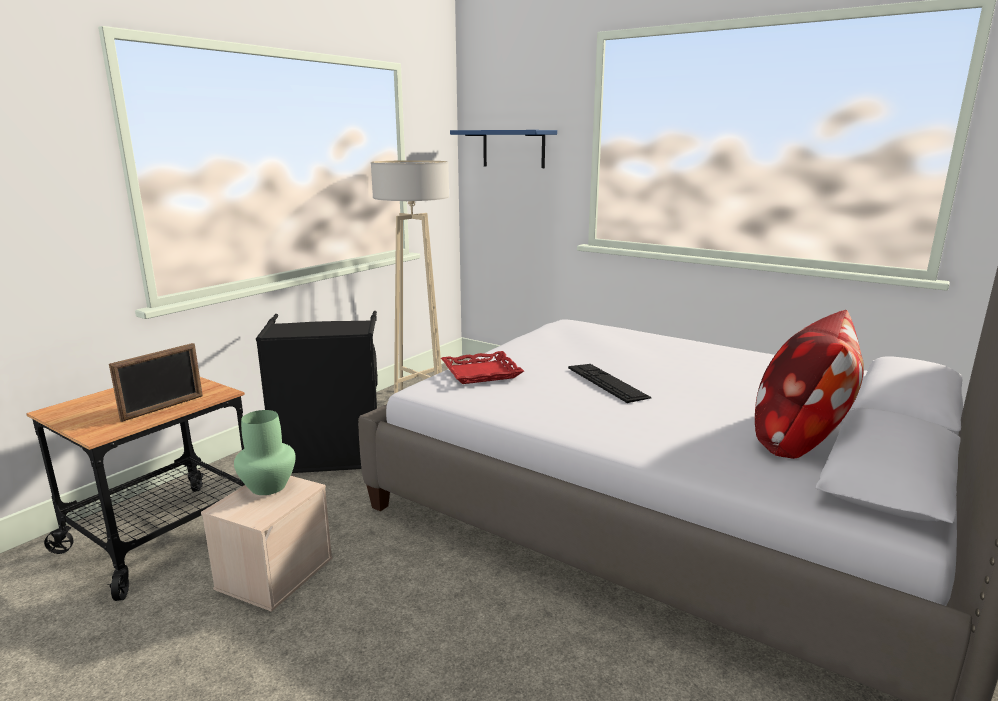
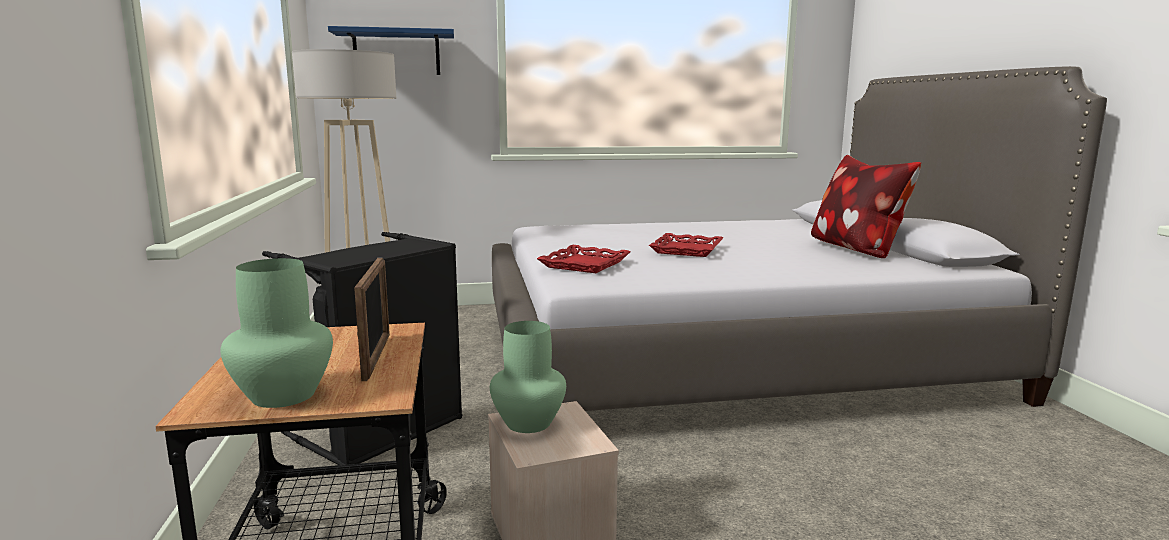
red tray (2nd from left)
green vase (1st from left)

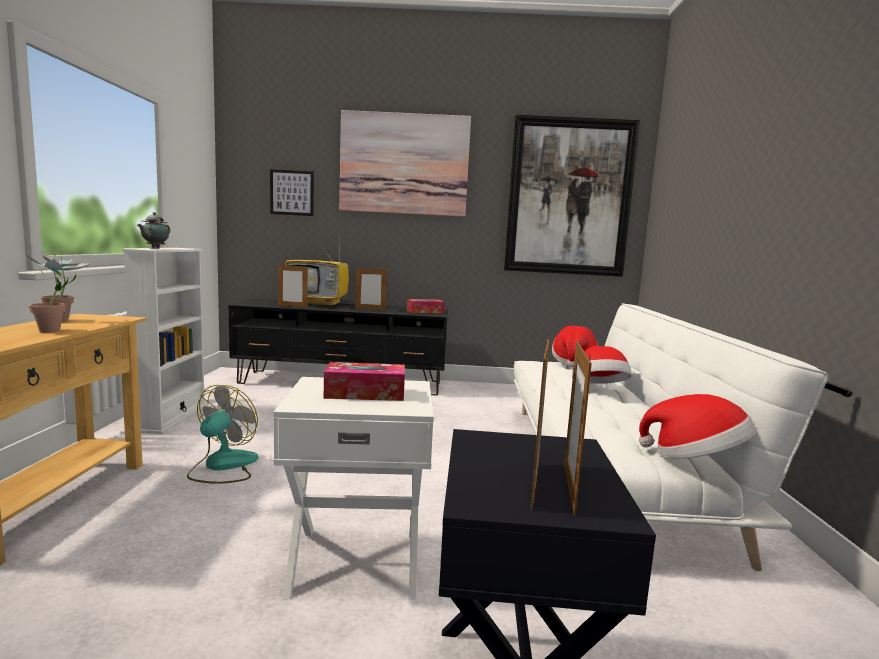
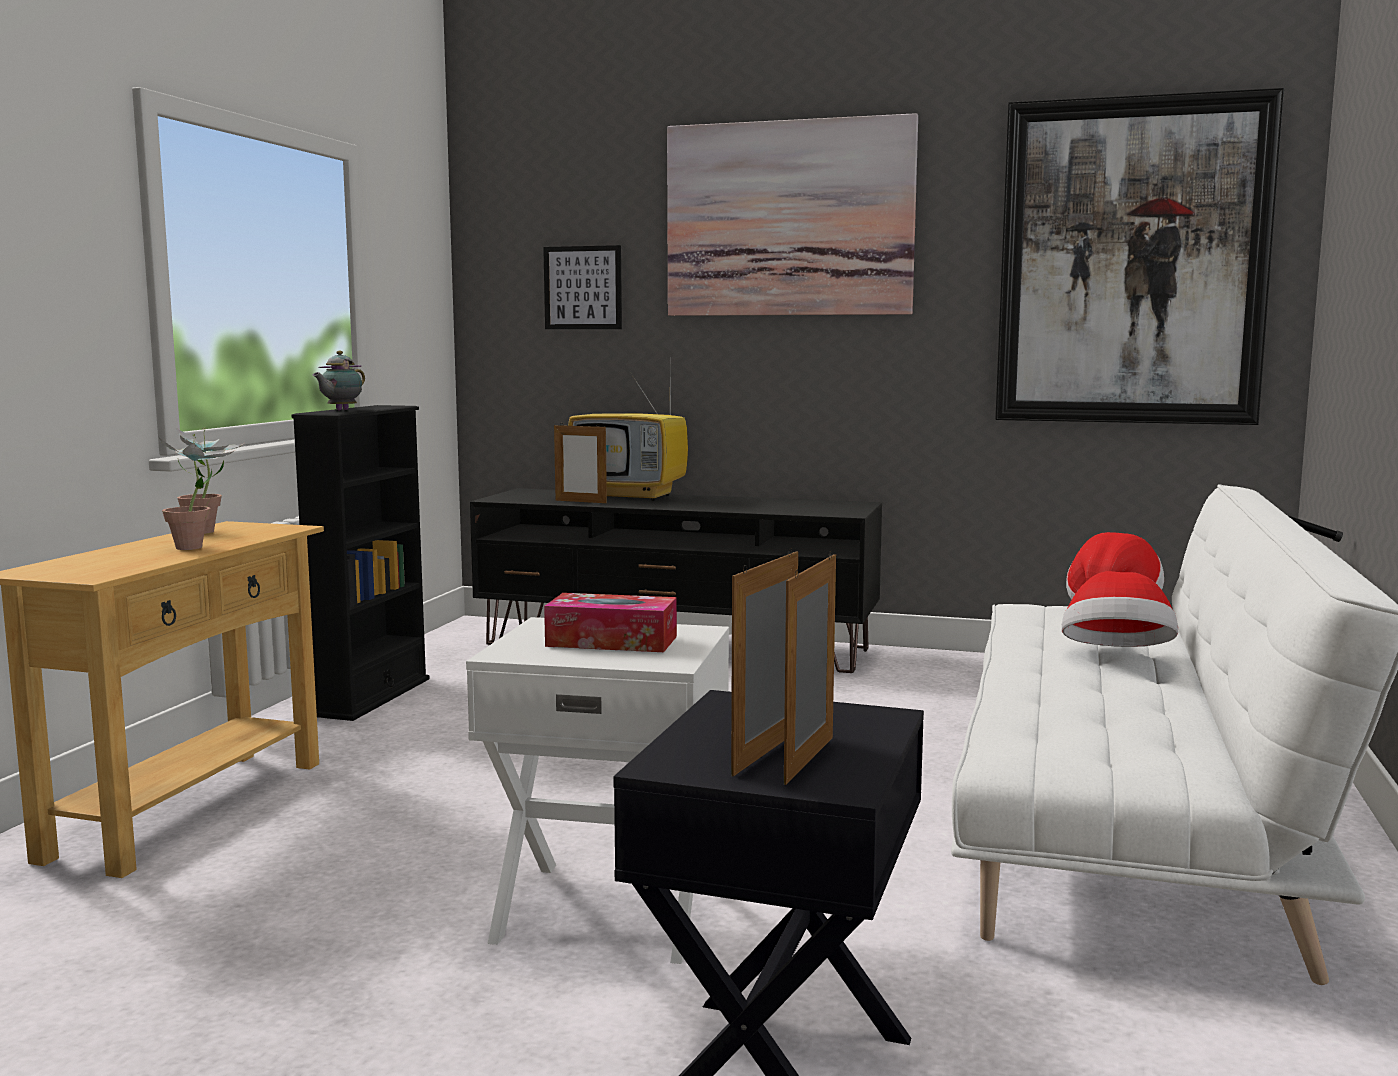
black bookcase
picture frame (2nd from left in the first image)
tissue box (2nd from left in the first image)
fan
hat (3rd from left in the first image)

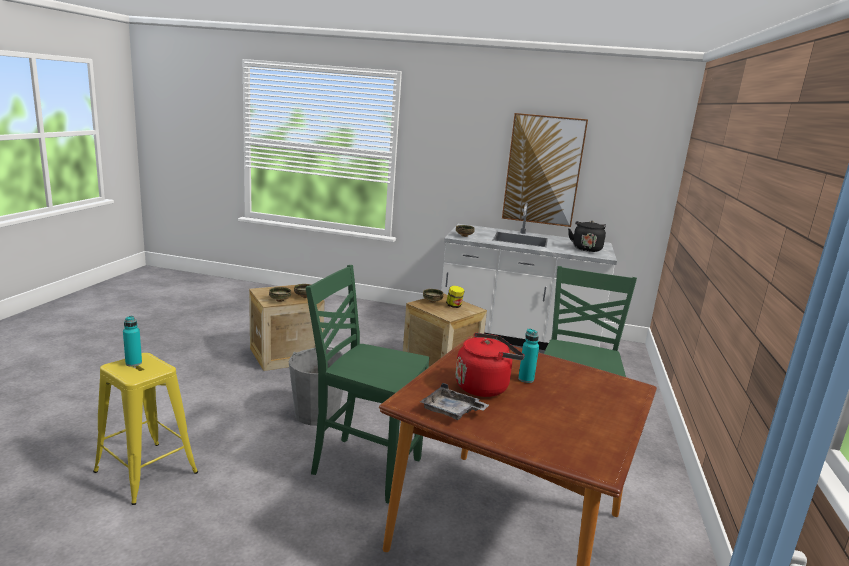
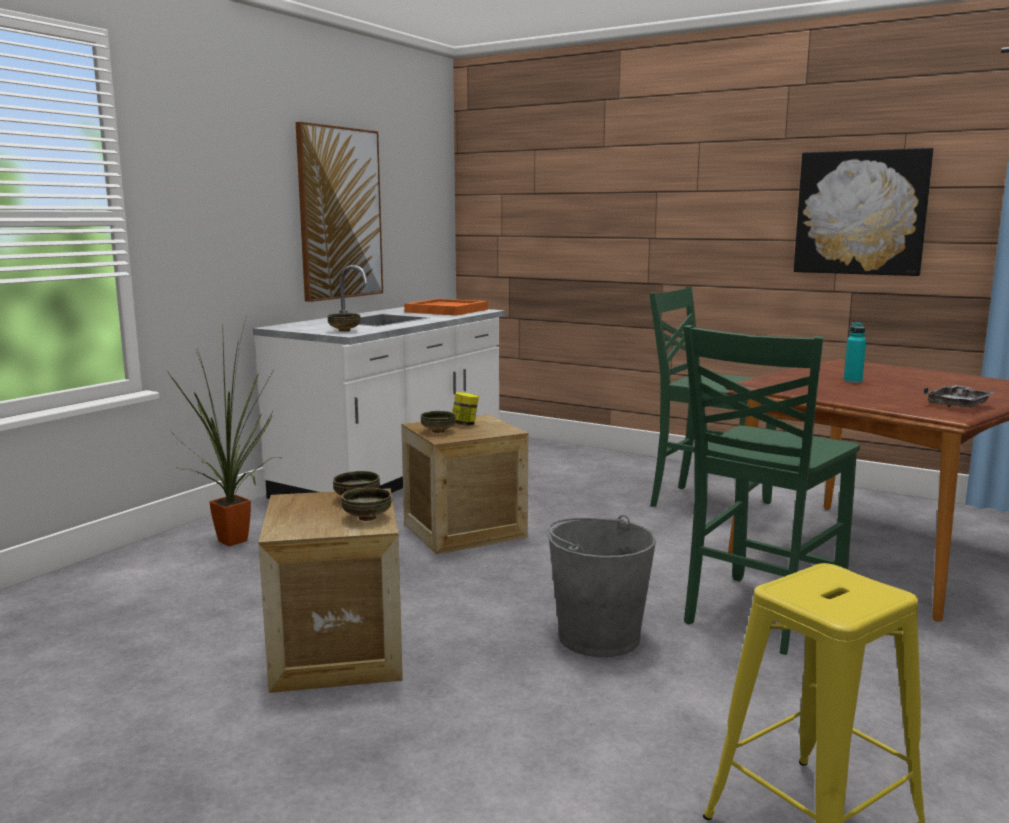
orange tray
turquoise bottle (1st from left in the first image)
red kettle
picture (2nd from left)
potted plant

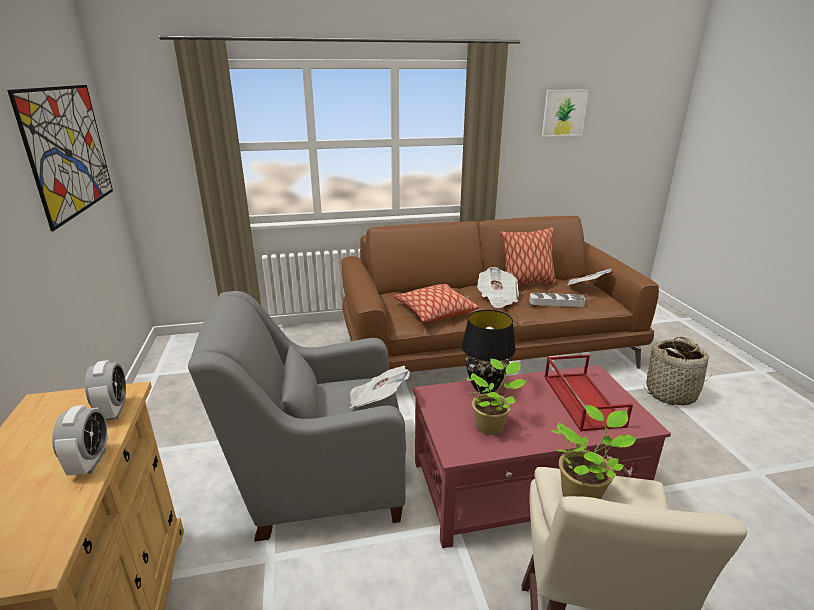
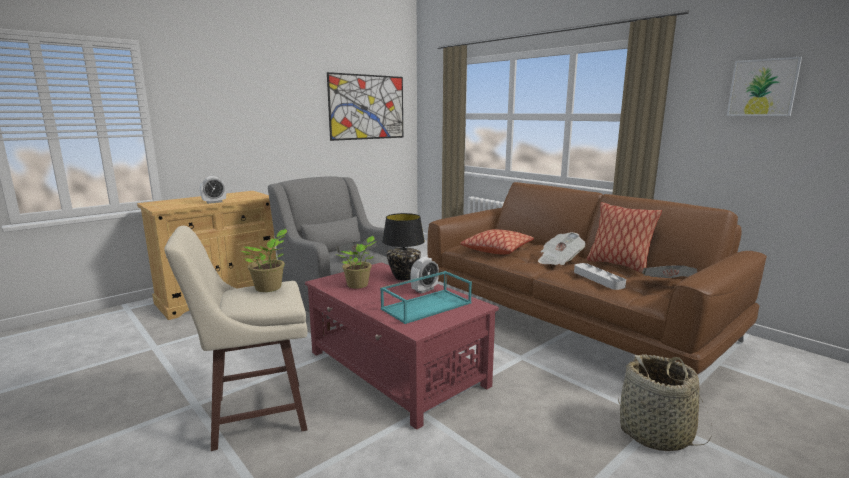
turquoise tray
alarm clock (2nd from left)

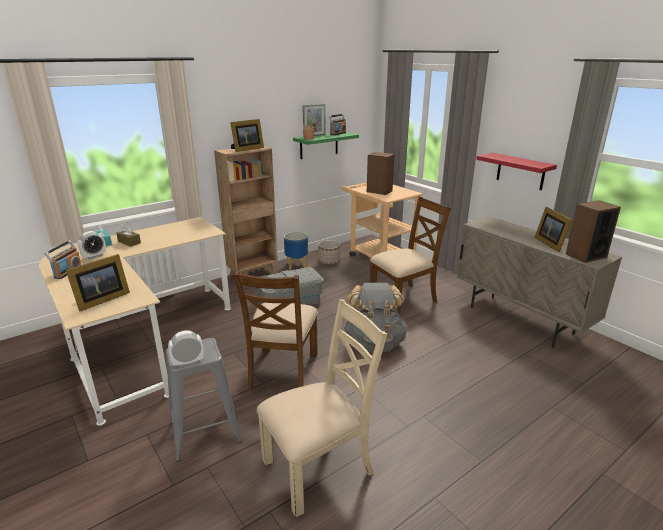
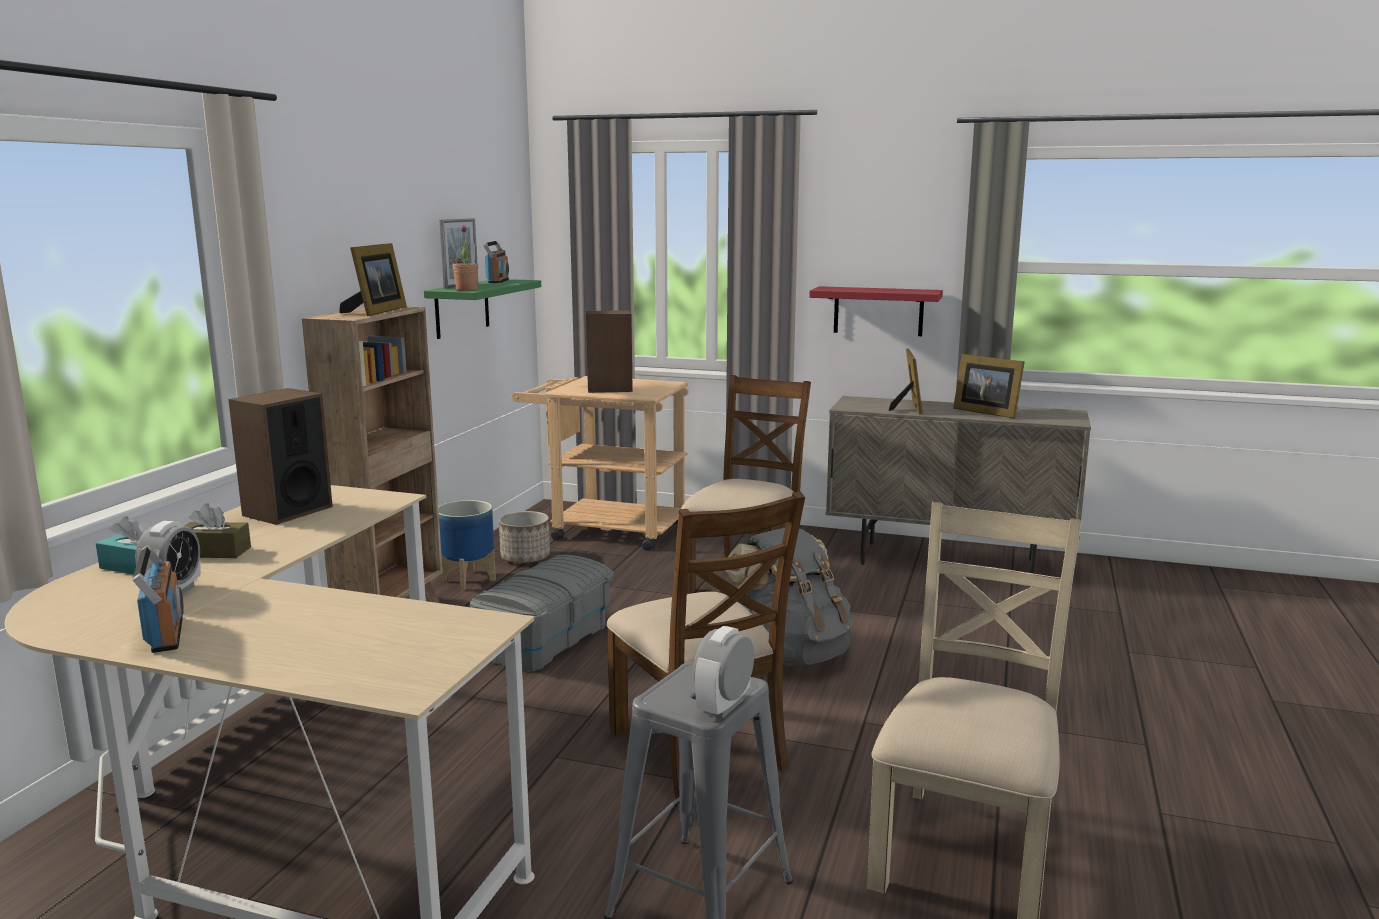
speaker (1st from left)
picture frame (3rd from left)

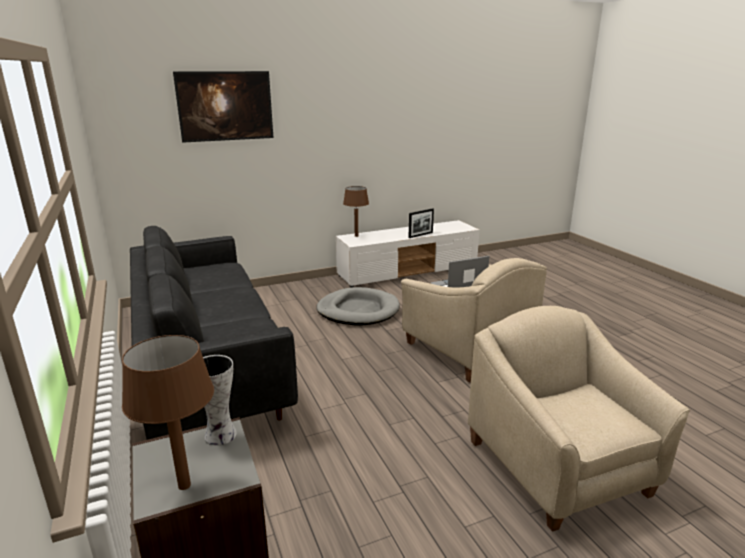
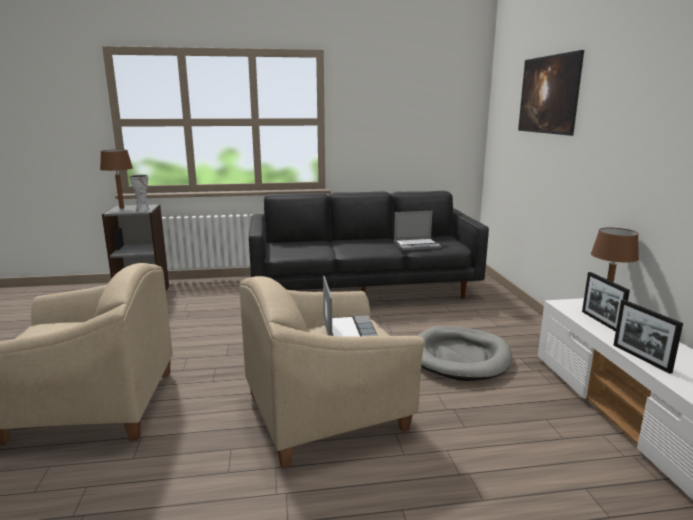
laptop (2nd from left)
picture frame (1st from left)

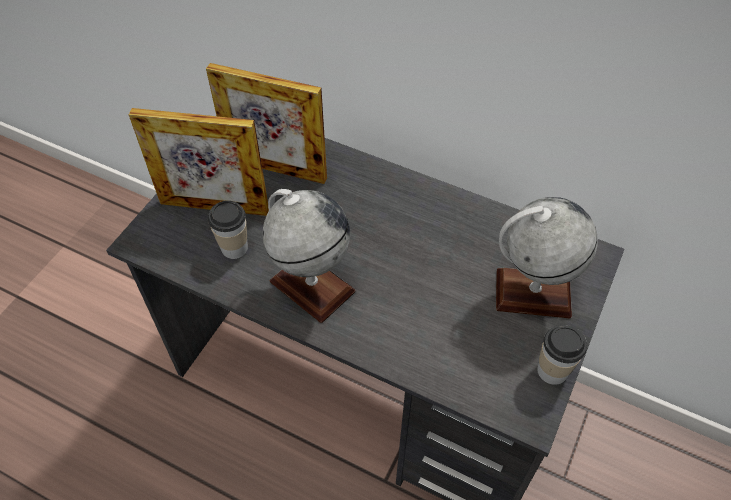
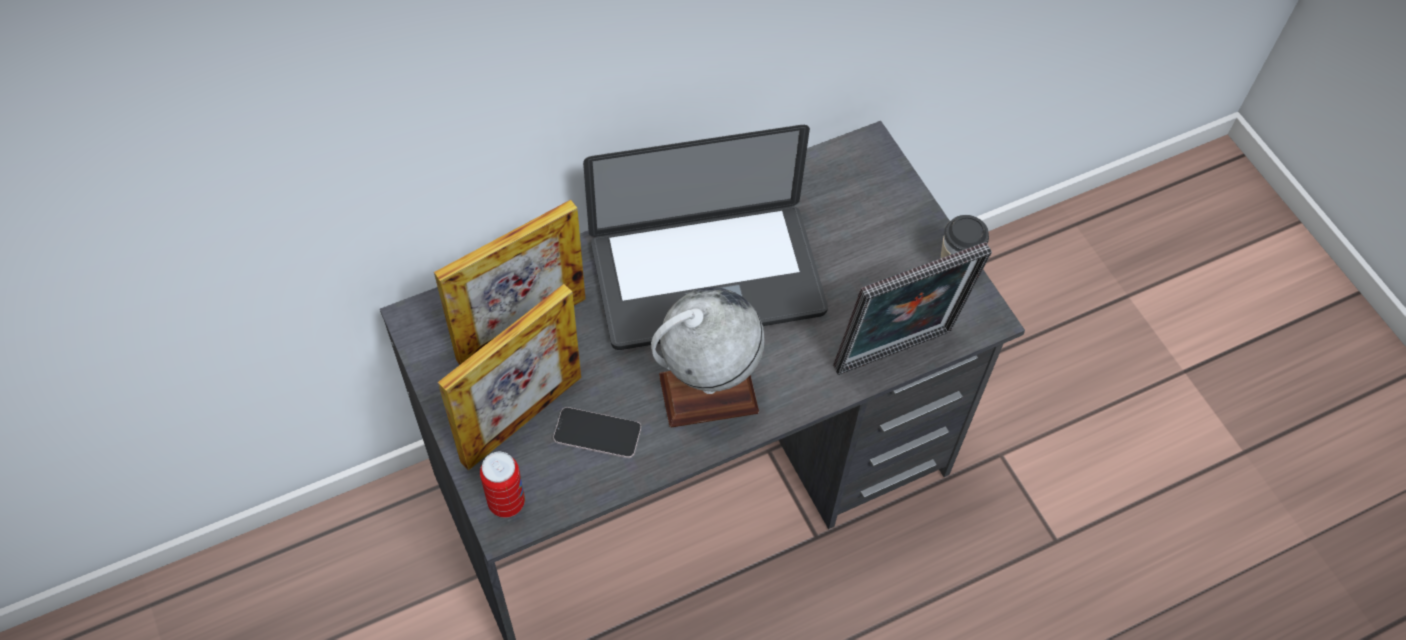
globe (2nd from left in the first image)
phone
laptop
picture frame (3rd from left)
can

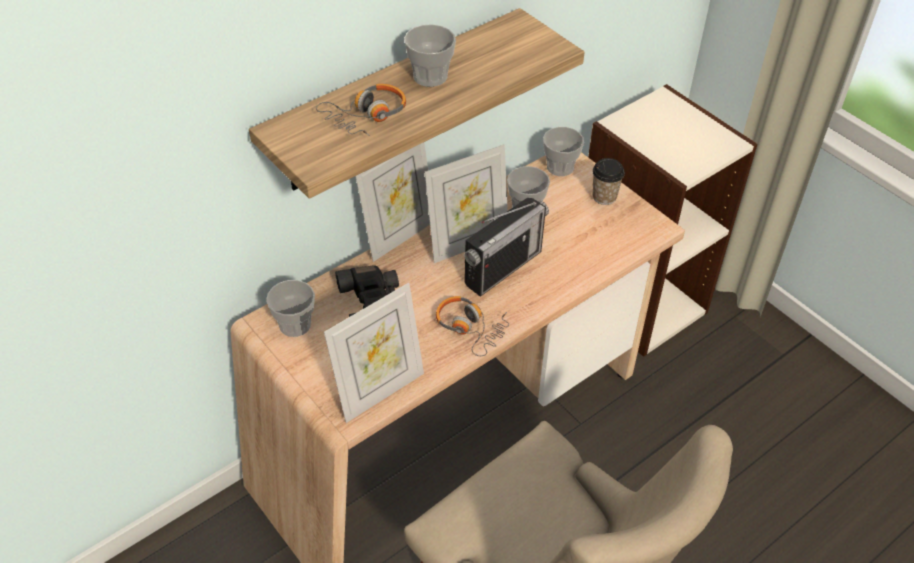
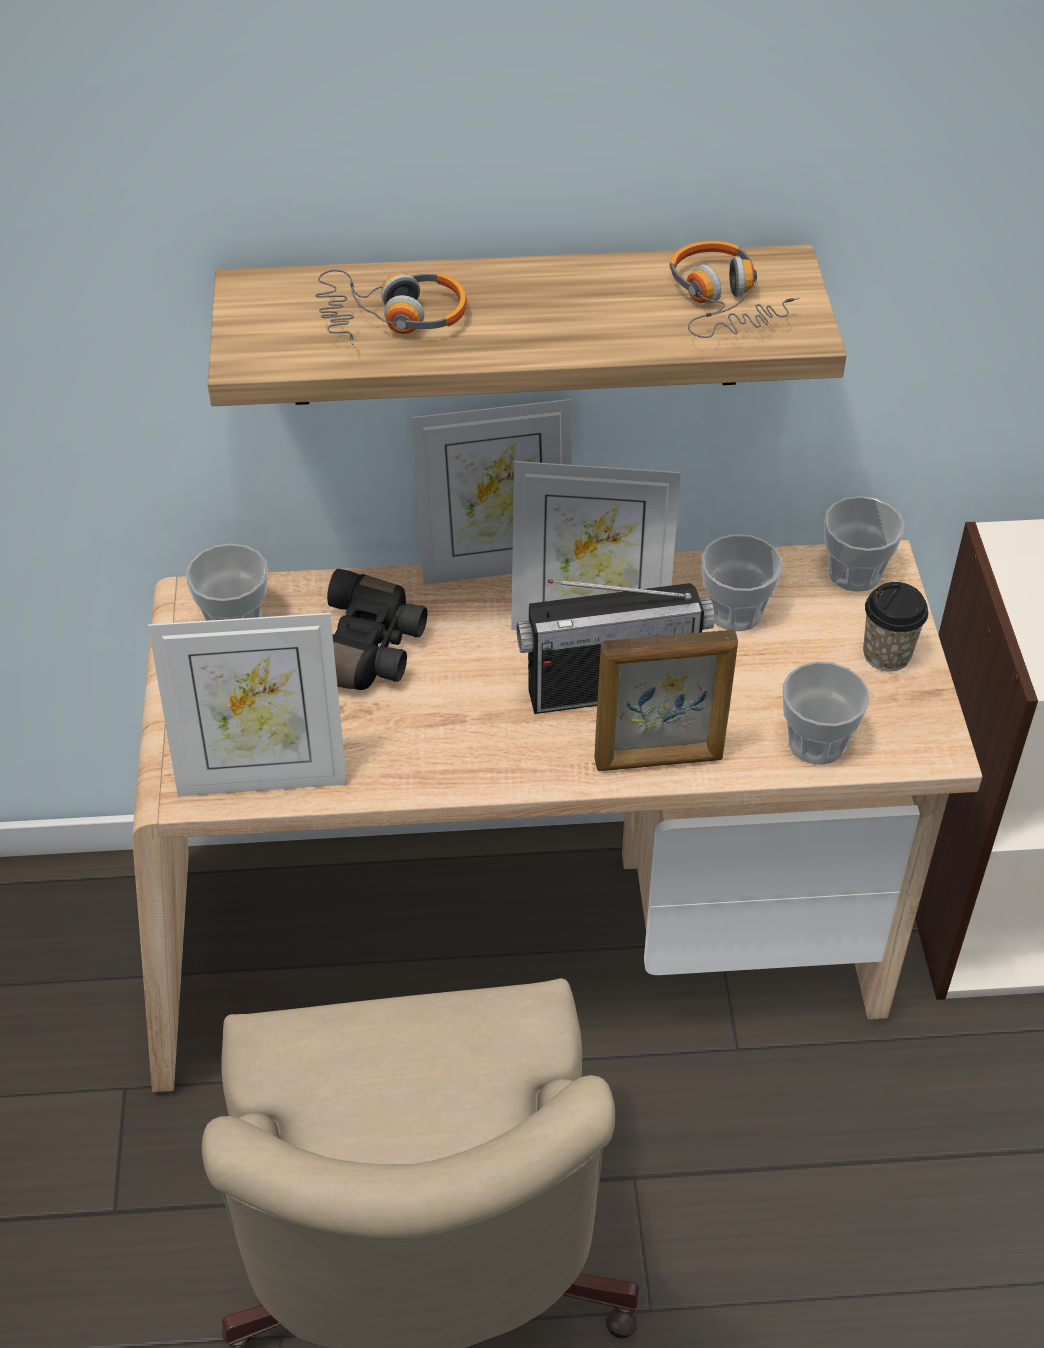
cup (3rd from left)
headphones (2nd from left)
picture frame (4th from left)

